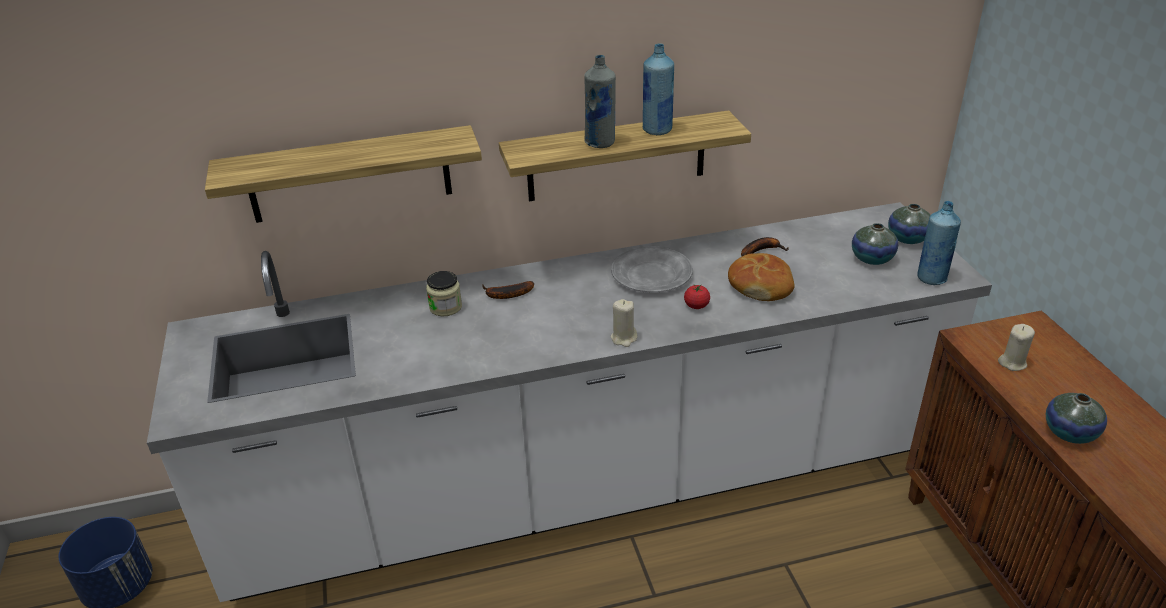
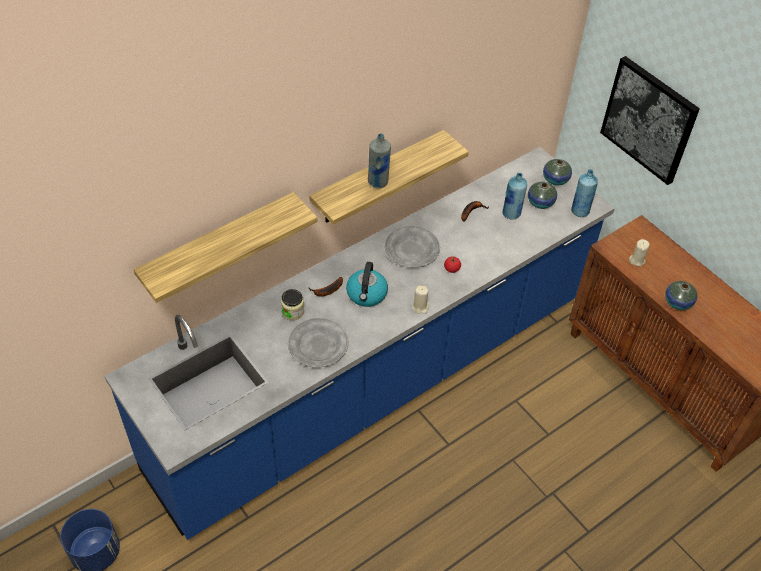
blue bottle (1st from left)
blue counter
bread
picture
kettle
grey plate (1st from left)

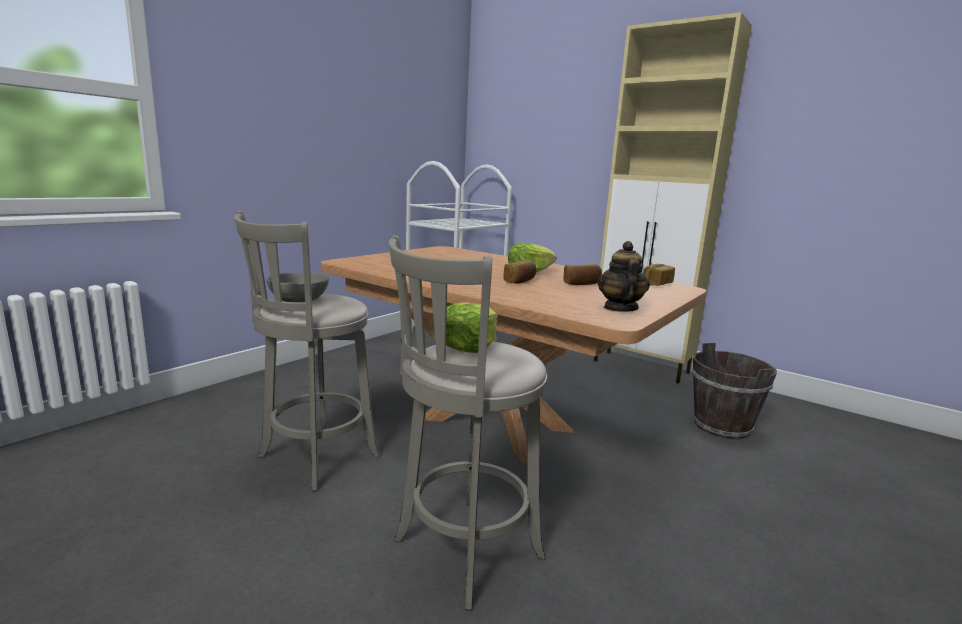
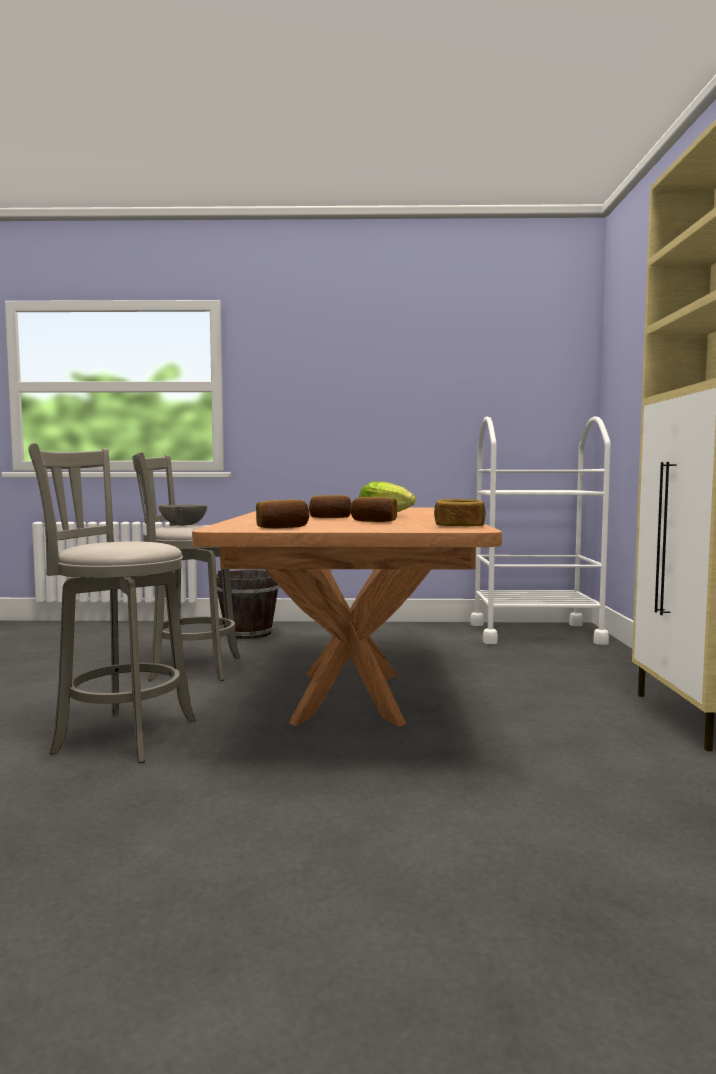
bread (1st from left)
lettuce (1st from left in the first image)
brown bucket

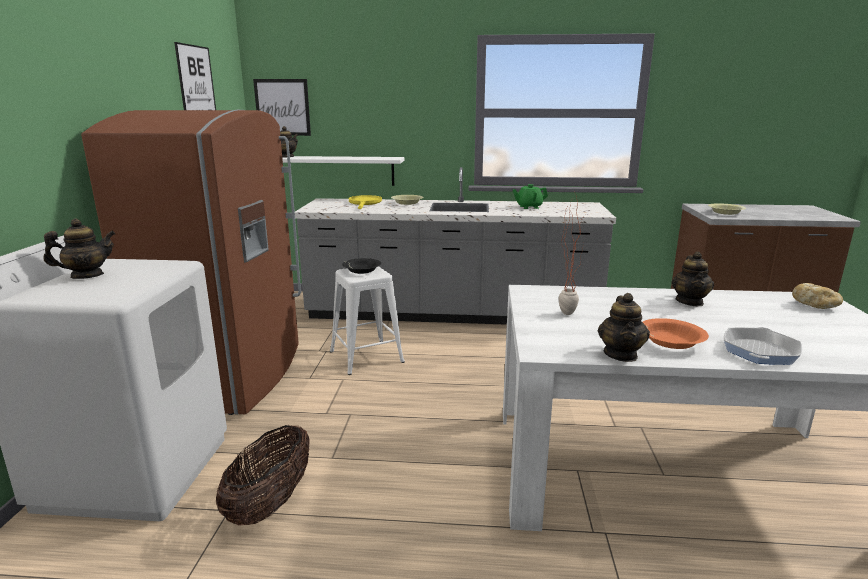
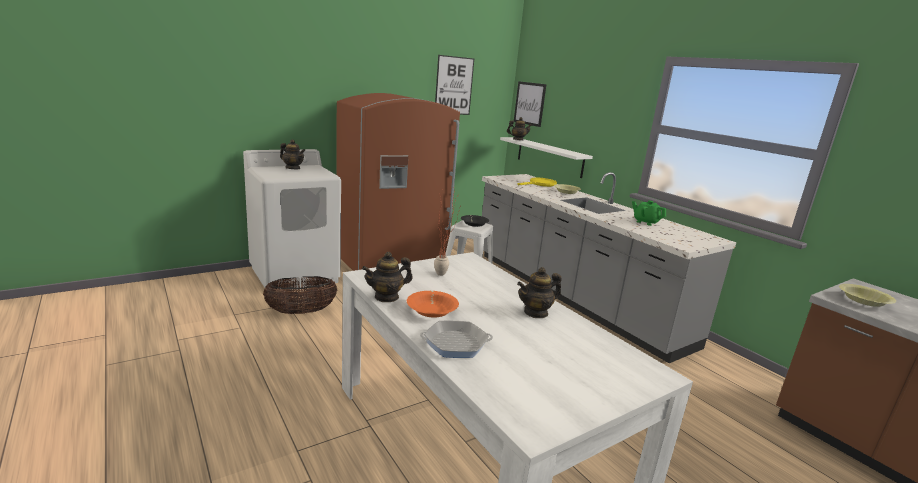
bread

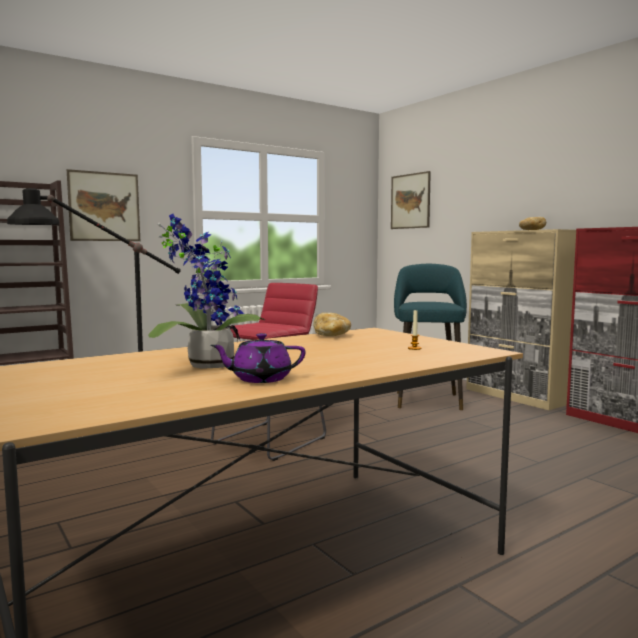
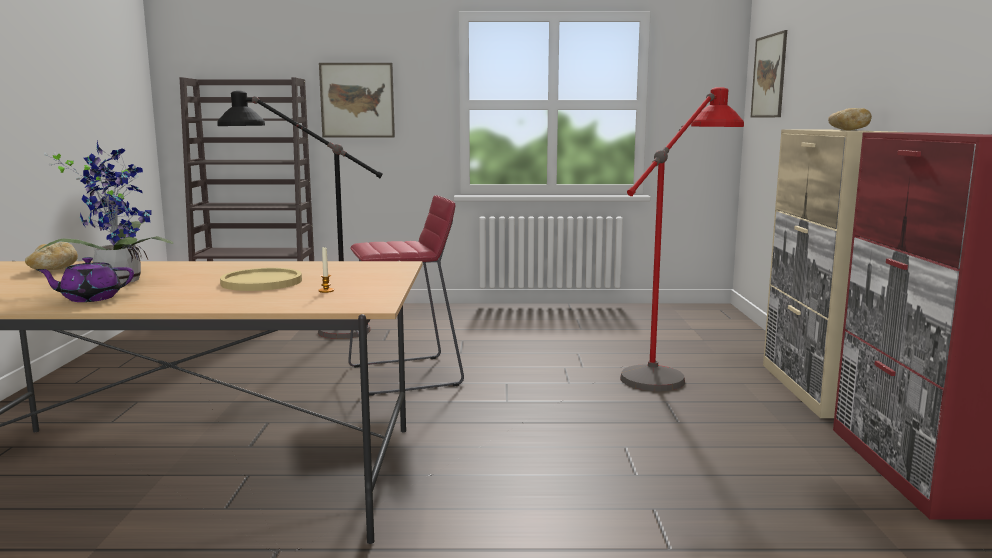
red floor lamp
bread (1st from left)
purple teapot
yellow plate

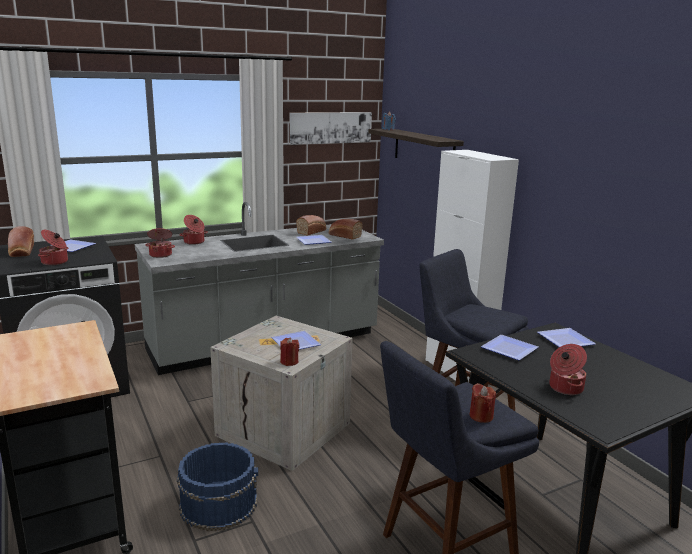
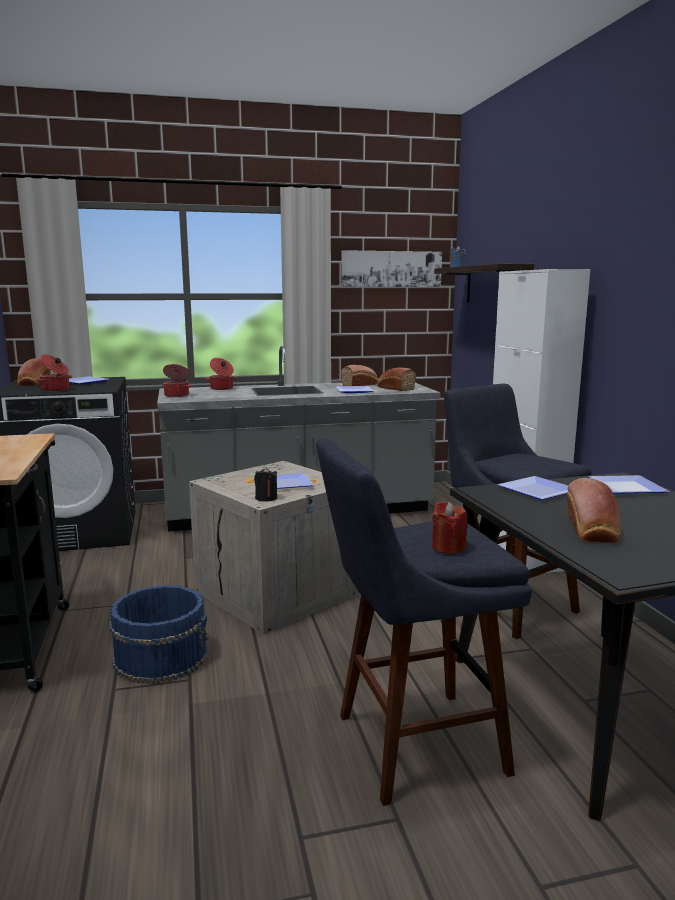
black candle
bread (4th from left)

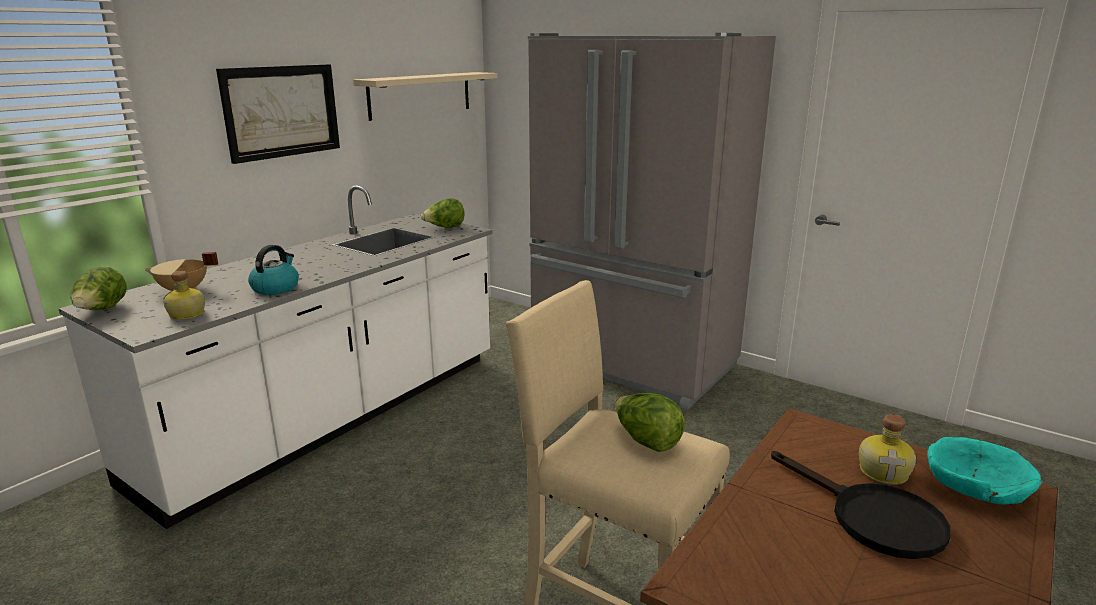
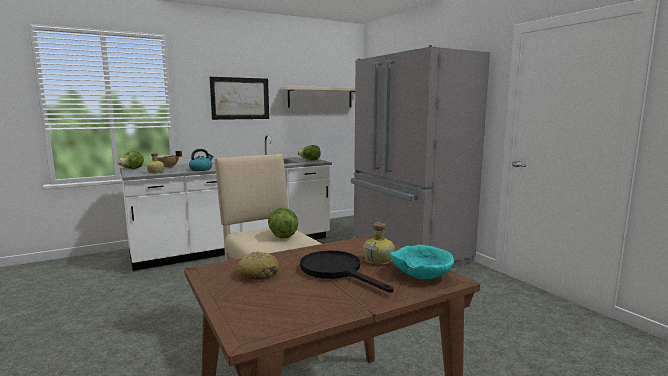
black frying pan
bread

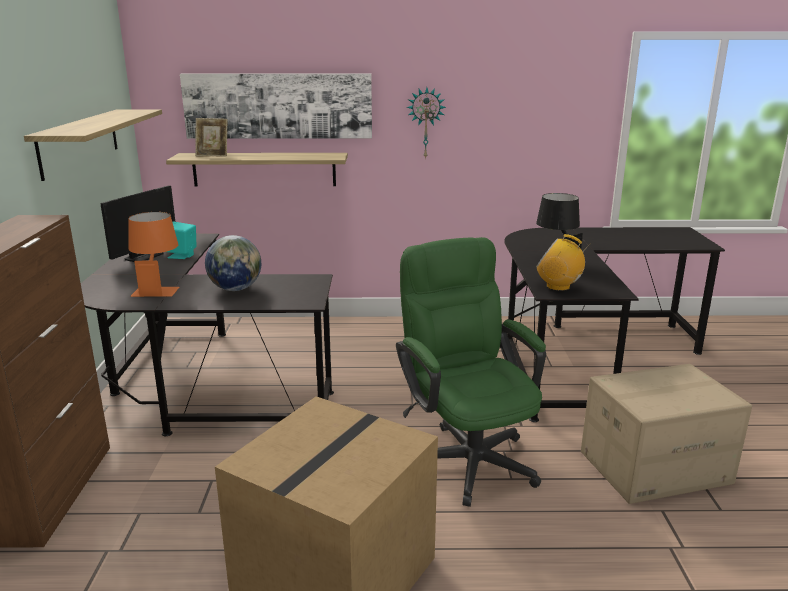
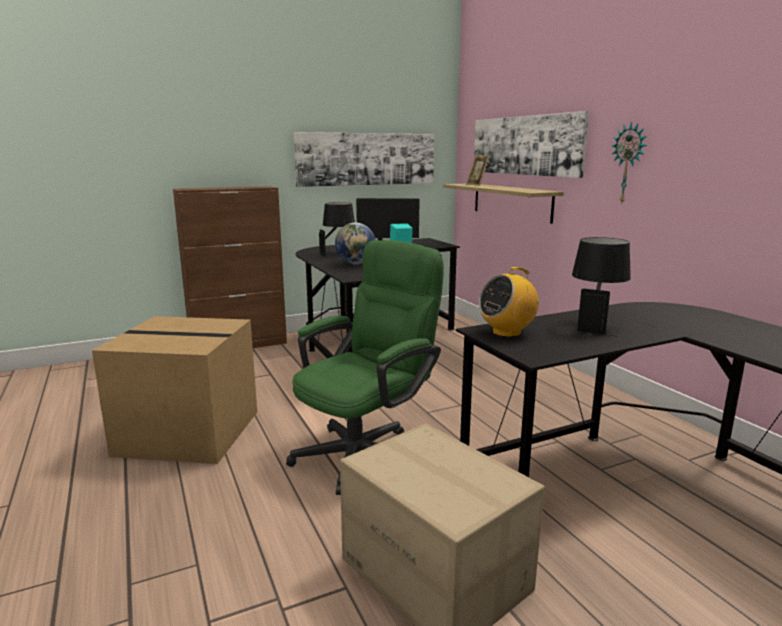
picture (1st from left)
black table lamp (1st from left)
radio

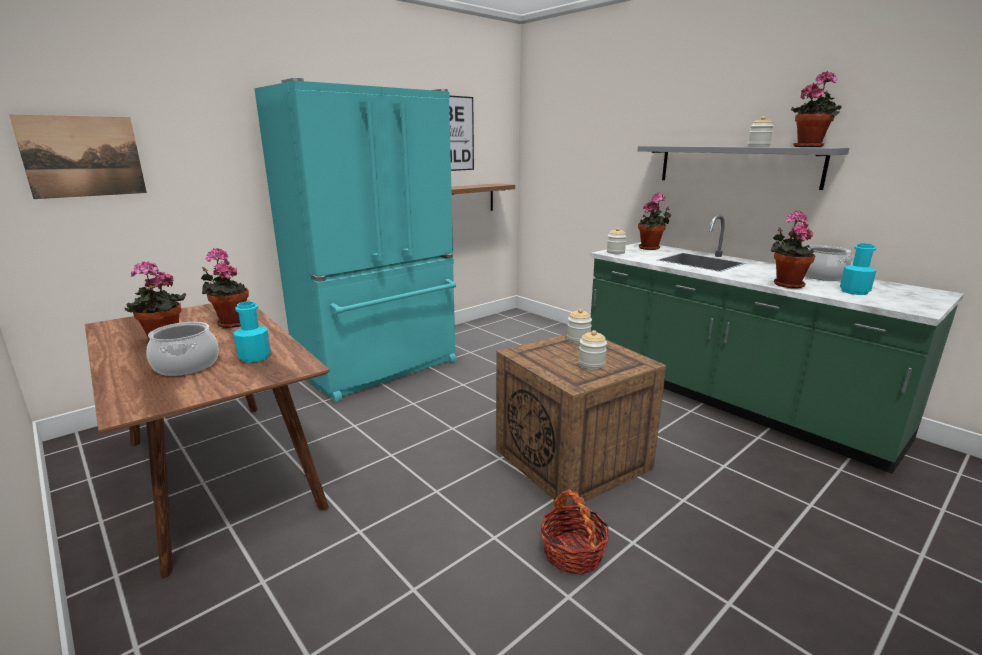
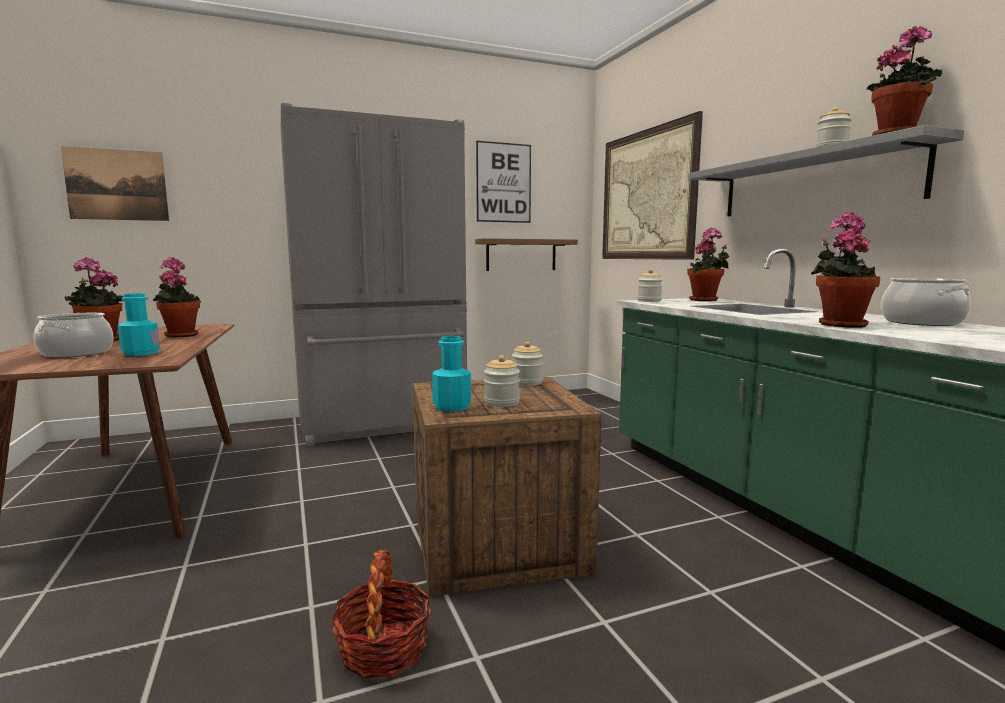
grey fridge
turquoise bottle (2nd from left)
picture (3rd from left)

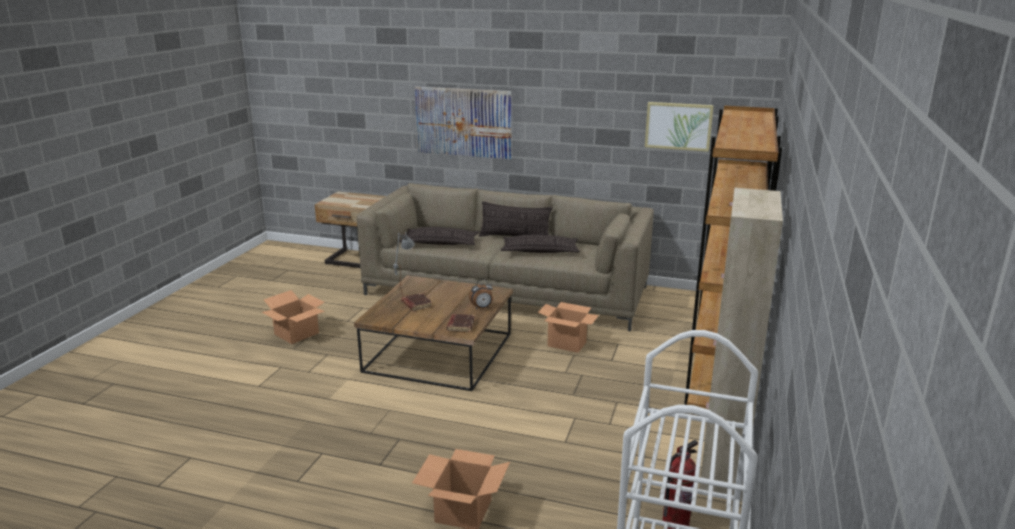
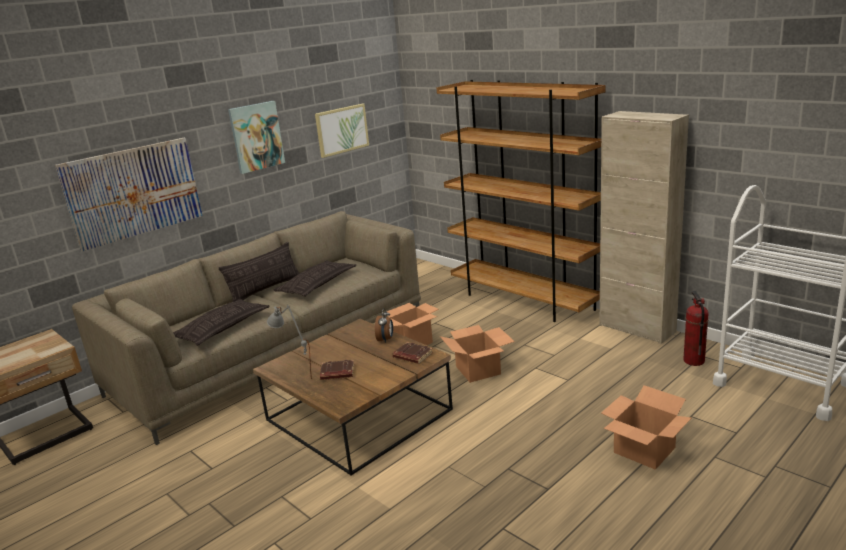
cardboard box (2nd from left)
picture (2nd from left)

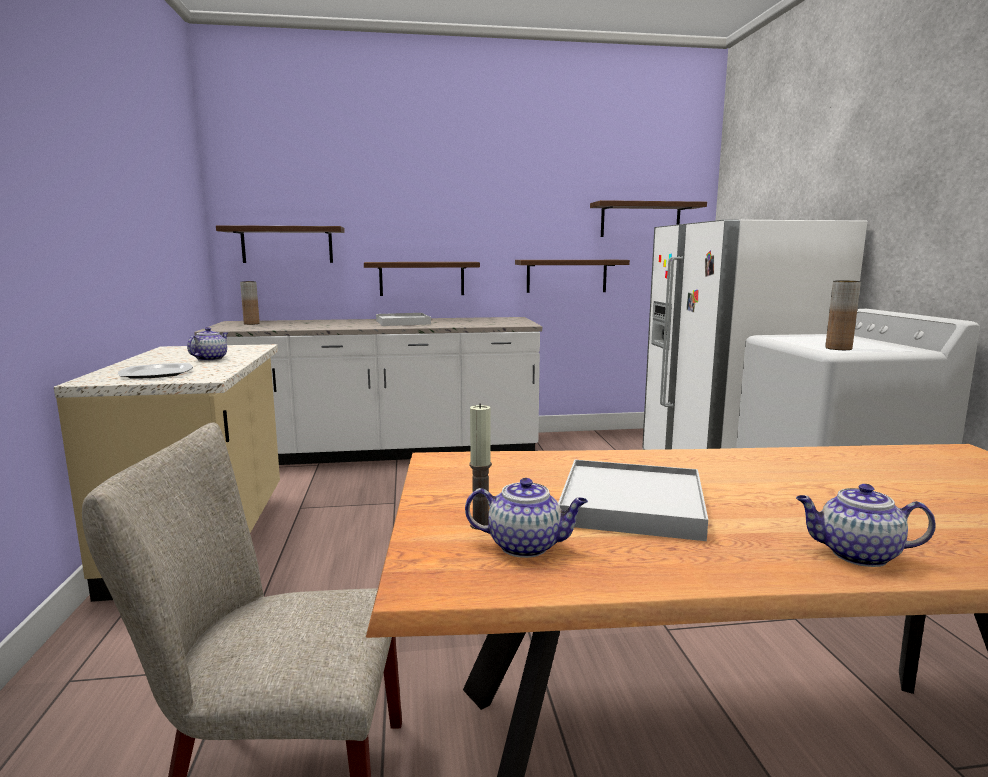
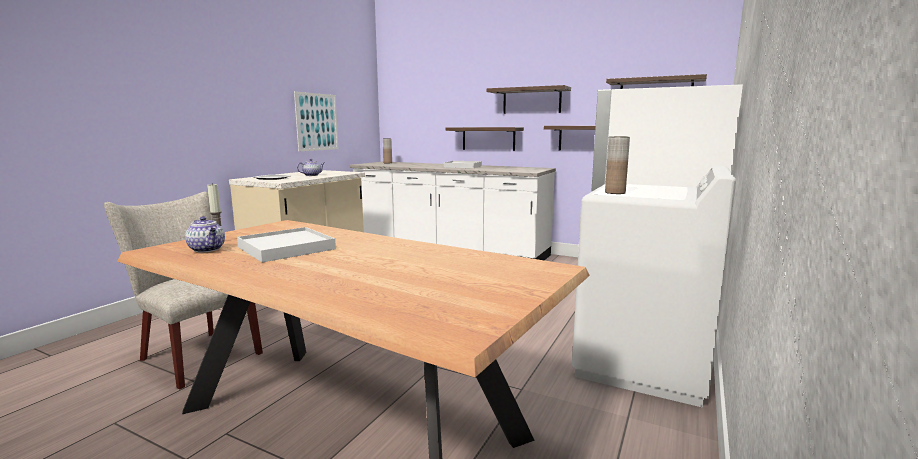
shelf (2nd from left)
teapot (3rd from left in the first image)
picture

